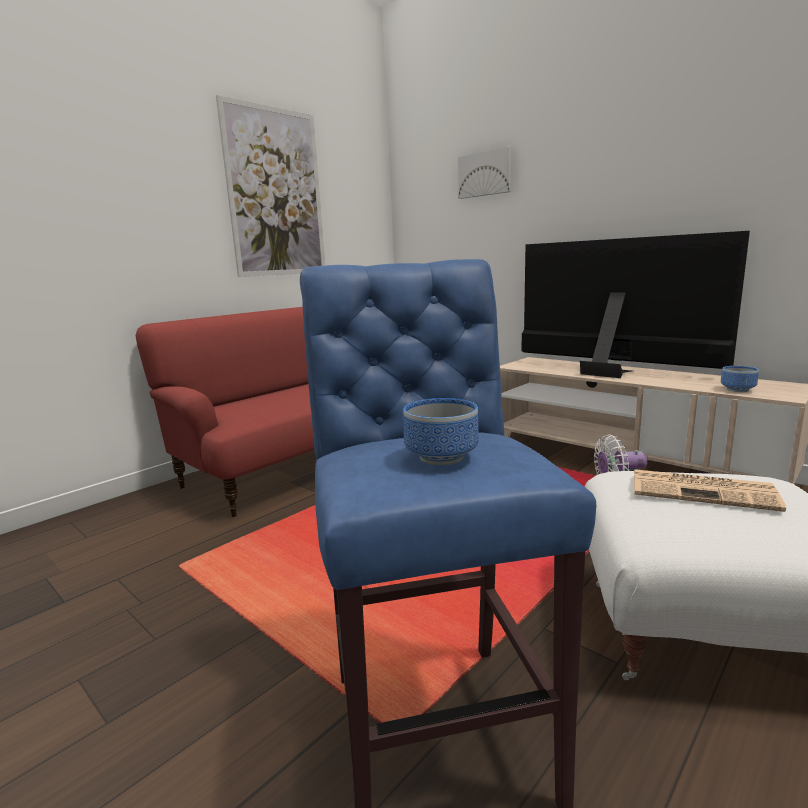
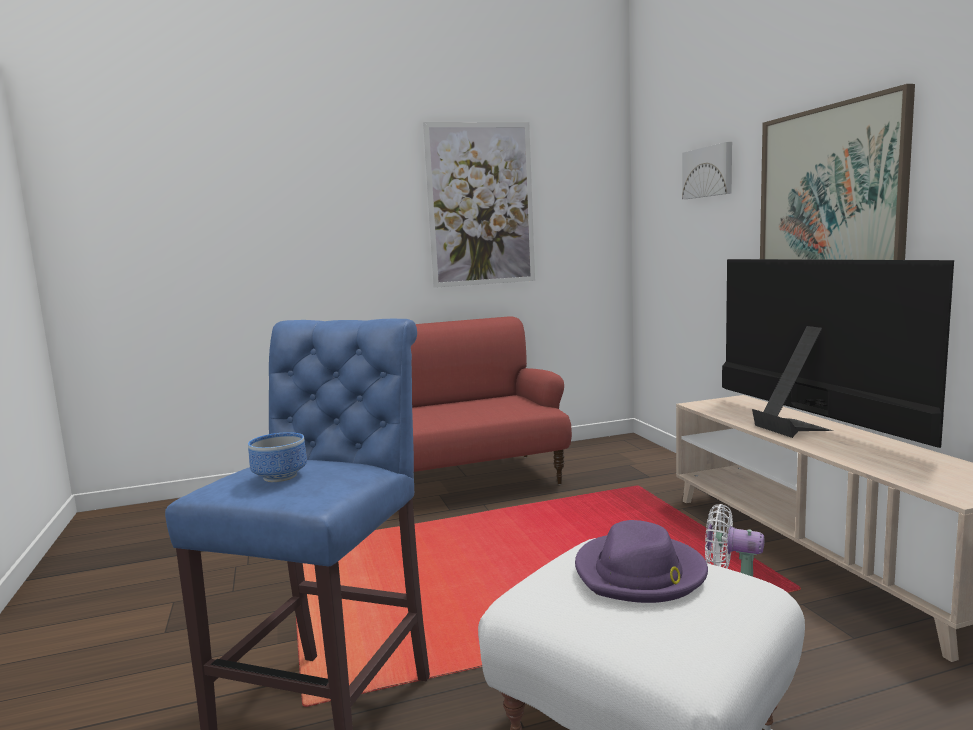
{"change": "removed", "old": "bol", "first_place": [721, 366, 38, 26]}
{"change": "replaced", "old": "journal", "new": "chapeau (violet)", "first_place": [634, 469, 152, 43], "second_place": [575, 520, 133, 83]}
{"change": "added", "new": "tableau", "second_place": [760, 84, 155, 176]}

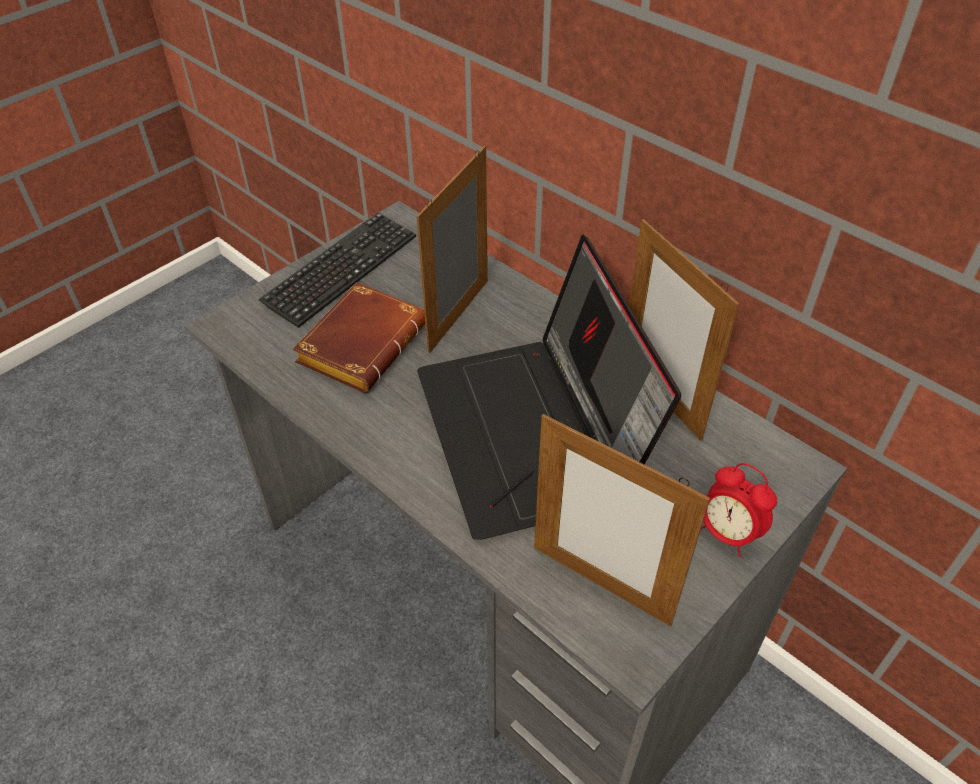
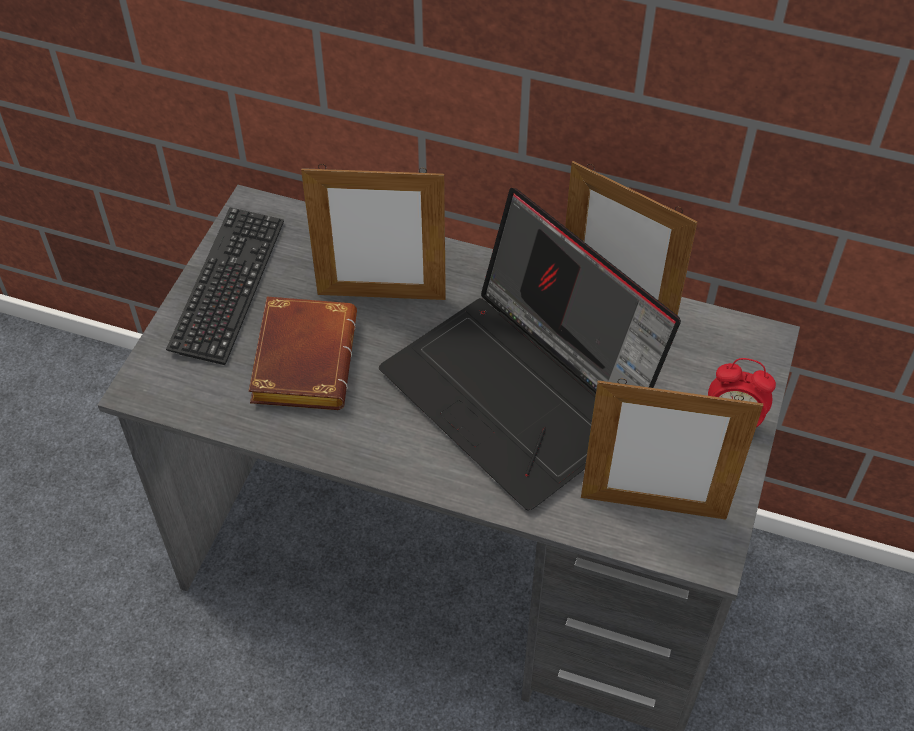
{"change": "turned", "old": "cadre photo", "first_place": [417, 146, 71, 208], "second_place": [301, 164, 145, 136], "degrees": -90}

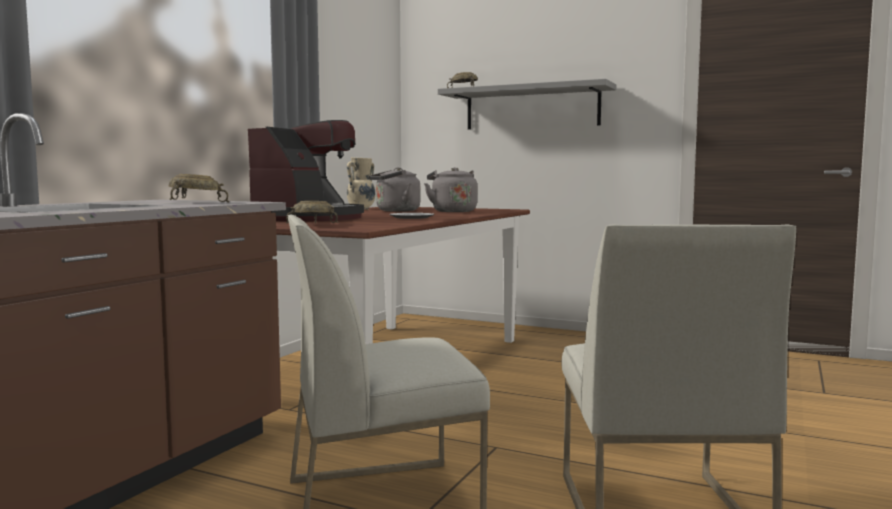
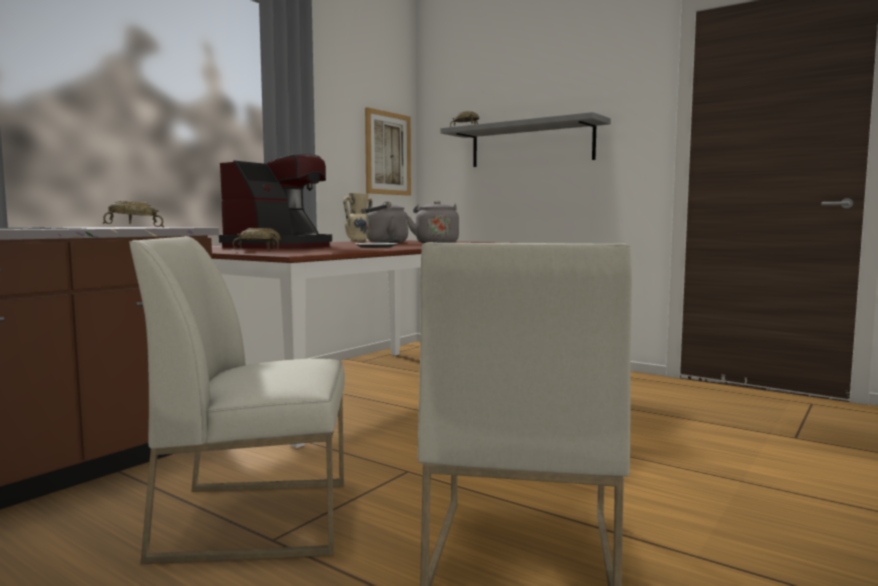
{"change": "added", "new": "tableau", "second_place": [365, 107, 46, 89]}

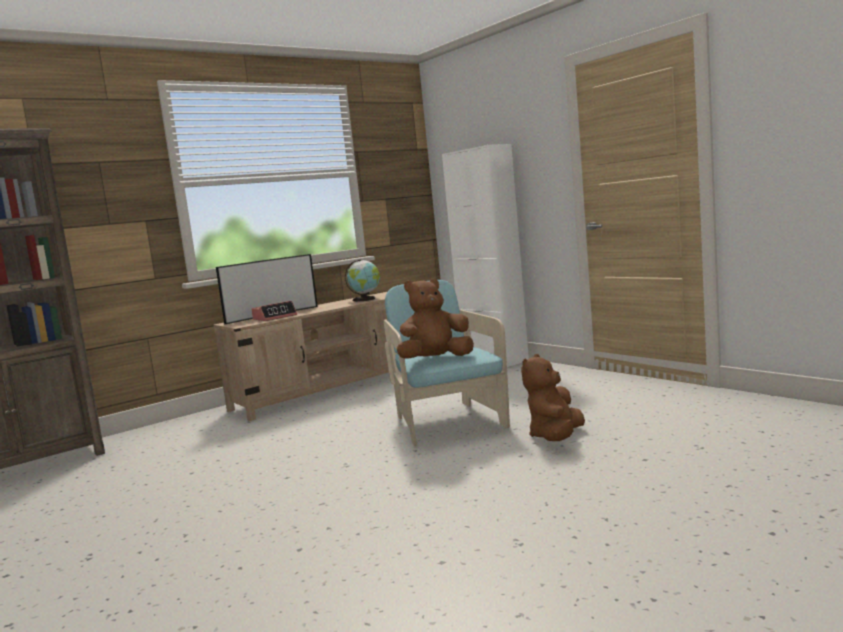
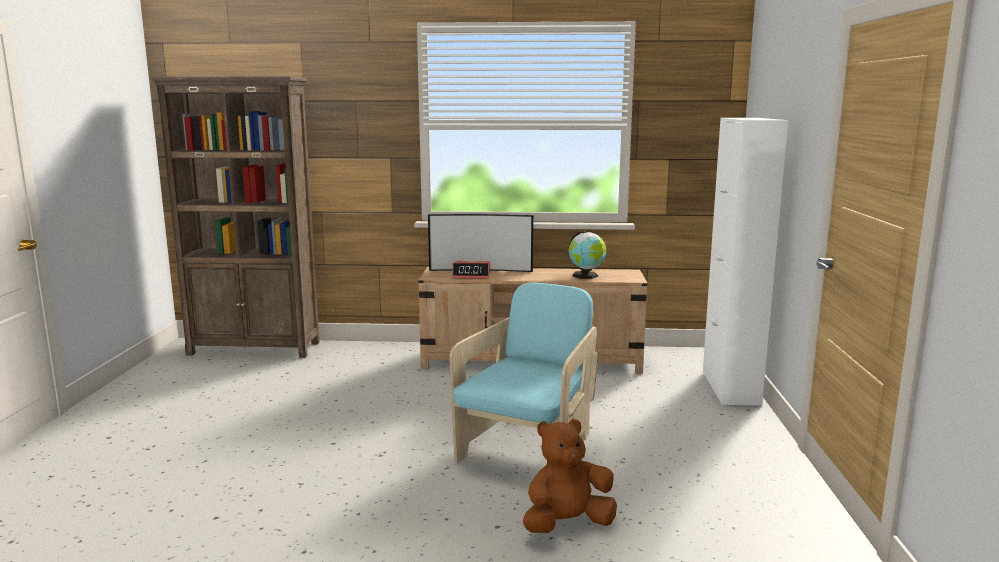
{"change": "removed", "old": "peluche (marron)", "first_place": [397, 279, 77, 80]}

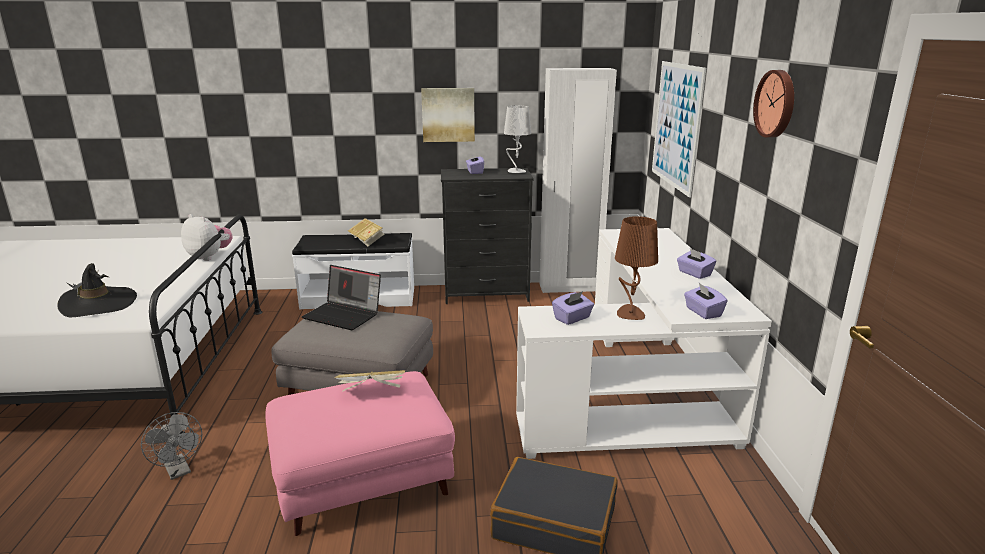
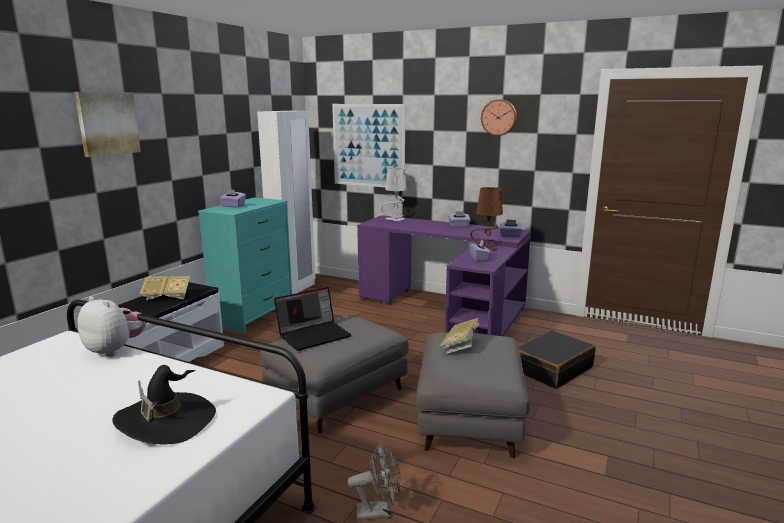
{"change": "moved", "old": "tableau", "first_place": [421, 88, 54, 54], "second_place": [75, 92, 66, 65]}
{"change": "moved", "old": "lampe de table (gris)", "first_place": [504, 105, 27, 68], "second_place": [381, 168, 26, 53]}
{"change": "recoloured", "old": "commode (noir)", "new": "commode (turquoise)", "first_place": [441, 168, 93, 136], "second_place": [198, 198, 94, 135]}
{"change": "turned", "old": "peluche", "first_place": [181, 214, 52, 47], "second_place": [78, 296, 68, 61], "degrees": 60}
{"change": "recoloured", "old": "bureau (blanc)", "new": "bureau (violet)", "first_place": [516, 228, 256, 231], "second_place": [357, 215, 174, 121]}
{"change": "recoloured", "old": "pouf (rose)", "new": "pouf (gris)", "first_place": [265, 371, 190, 165], "second_place": [416, 332, 114, 126]}

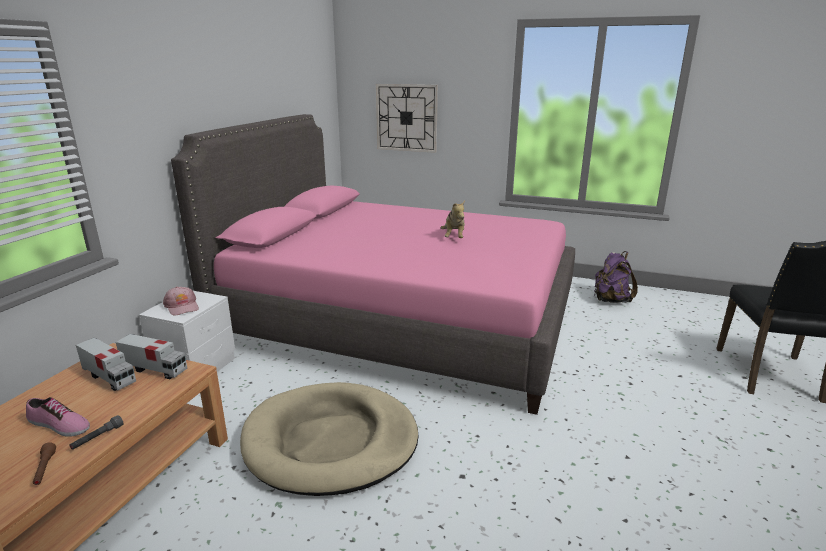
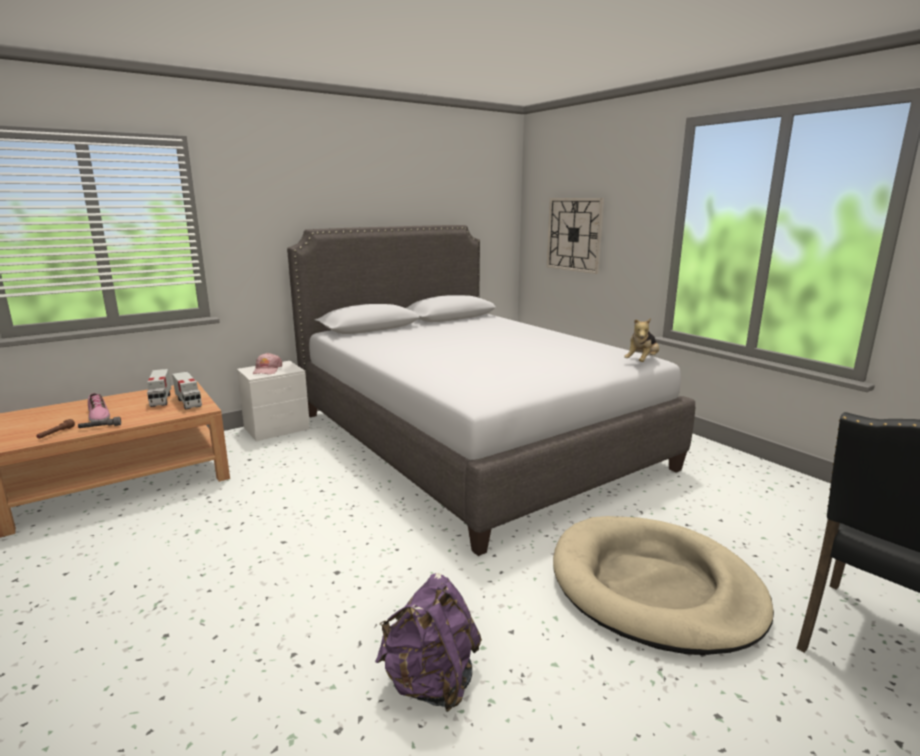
{"change": "recoloured", "old": "lit (rose)", "new": "lit (gris)", "first_place": [171, 114, 404, 301], "second_place": [287, 225, 408, 331]}
{"change": "moved", "old": "peluche", "first_place": [441, 201, 24, 37], "second_place": [624, 318, 35, 44]}
{"change": "moved", "old": "sac à dos (violet)", "first_place": [594, 251, 44, 52], "second_place": [375, 573, 107, 139]}
{"change": "moved", "old": "panier pour chien (beige)", "first_place": [240, 382, 178, 114], "second_place": [553, 516, 221, 139]}

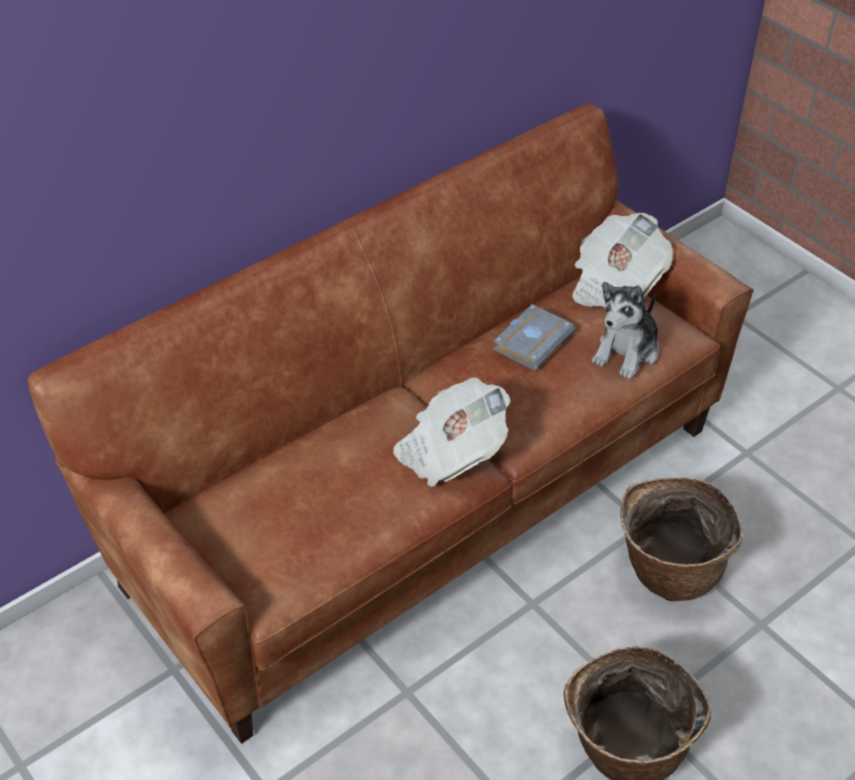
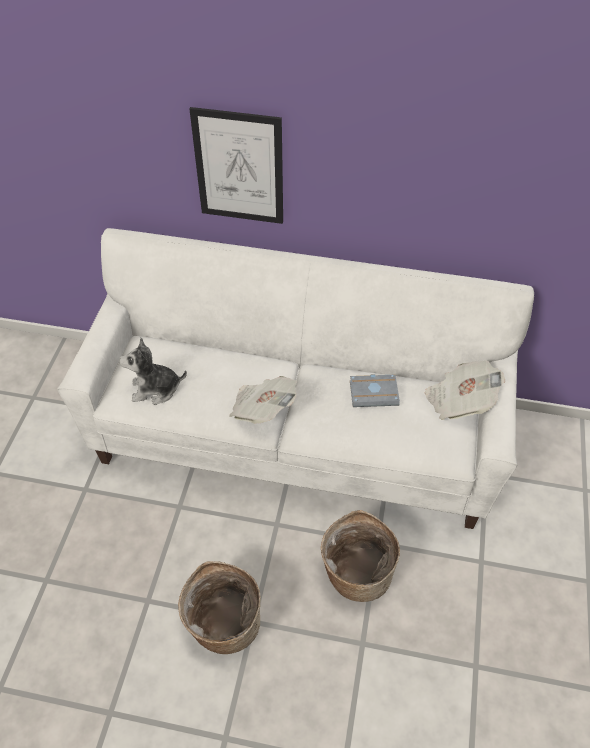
{"change": "recoloured", "old": "canapé (marron)", "new": "canapé (blanc)", "first_place": [28, 103, 725, 641], "second_place": [57, 228, 477, 301]}
{"change": "moved", "old": "peluche", "first_place": [592, 282, 67, 97], "second_place": [119, 338, 68, 67]}
{"change": "added", "new": "tableau", "second_place": [189, 107, 94, 117]}

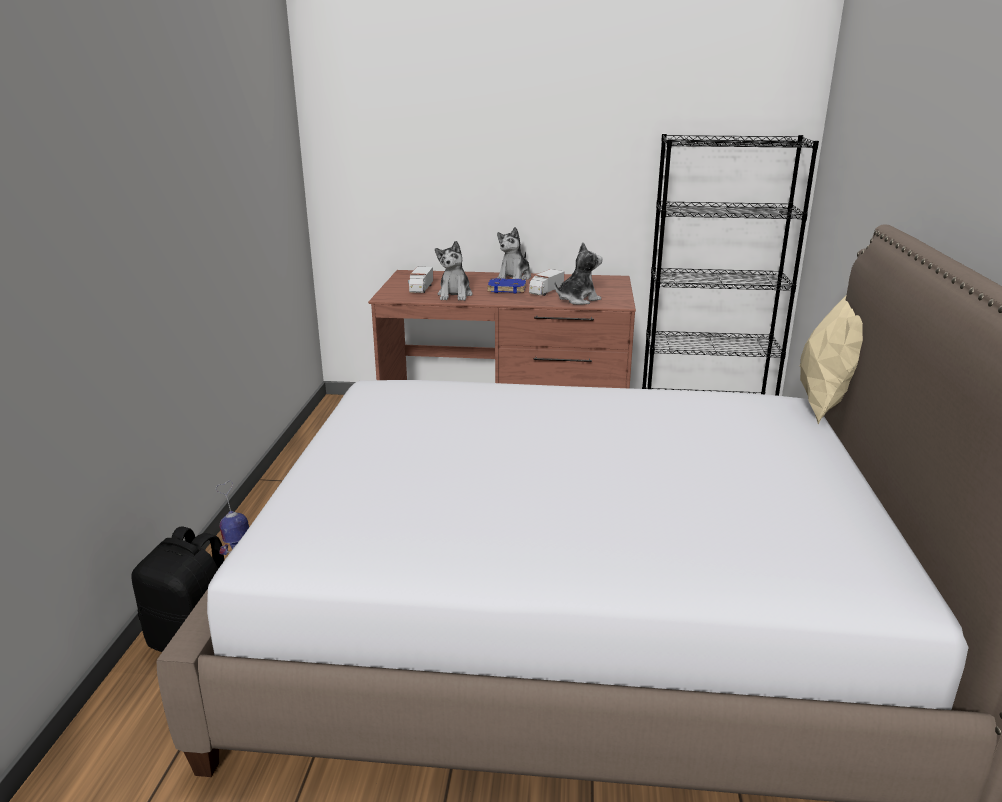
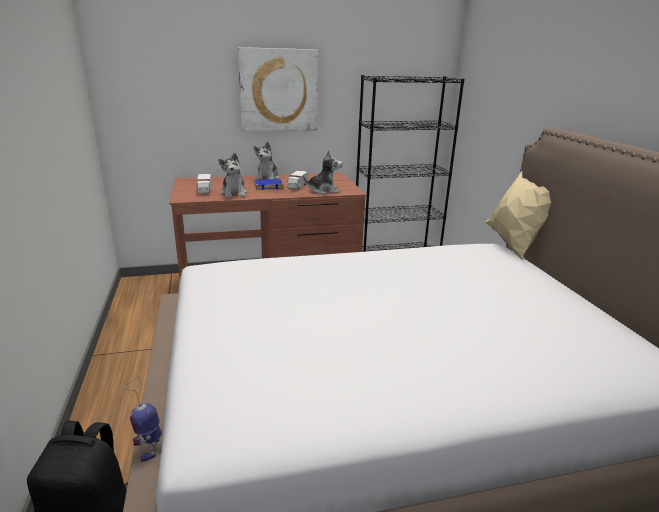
{"change": "turned", "old": "peluche", "first_place": [554, 243, 48, 62], "second_place": [303, 150, 39, 44], "degrees": 45}
{"change": "added", "new": "tableau", "second_place": [238, 47, 80, 84]}

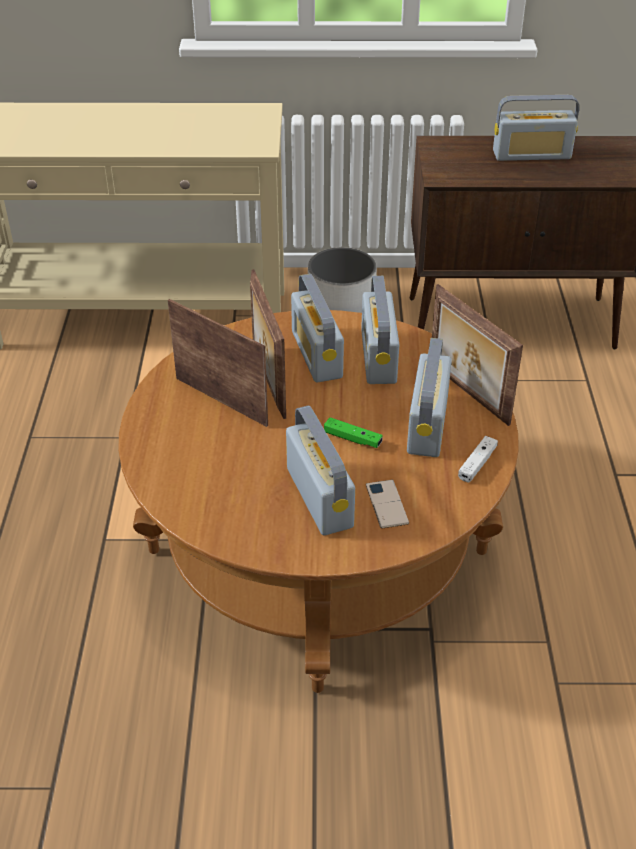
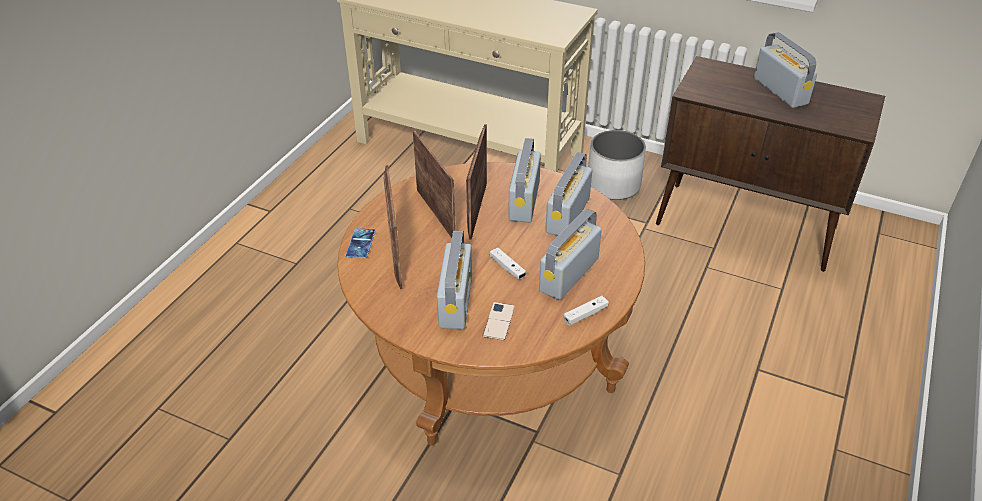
{"change": "turned", "old": "radio", "first_place": [493, 95, 86, 66], "second_place": [754, 32, 63, 76], "degrees": -135}
{"change": "moved", "old": "cadre photo", "first_place": [432, 284, 91, 142], "second_place": [384, 165, 19, 124]}
{"change": "recoloured", "old": "manette (vert)", "new": "manette (blanc)", "first_place": [324, 417, 59, 31], "second_place": [490, 247, 36, 32]}
{"change": "added", "new": "téléphone", "second_place": [346, 228, 29, 30]}

